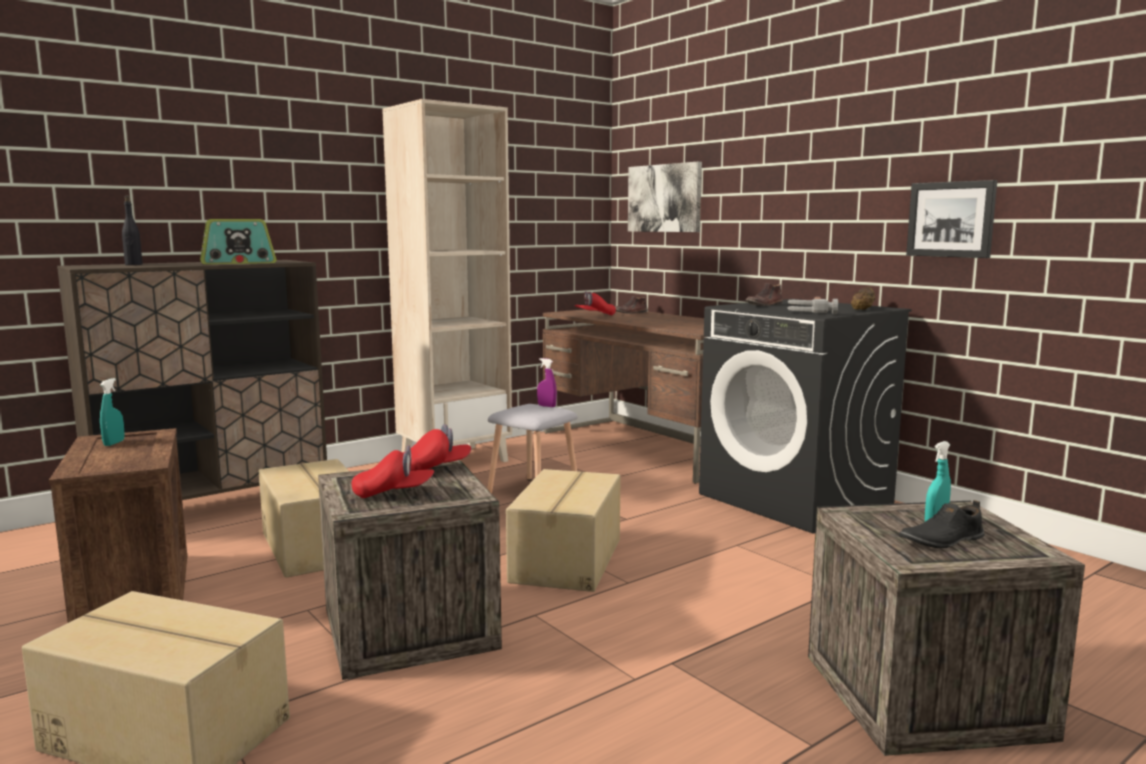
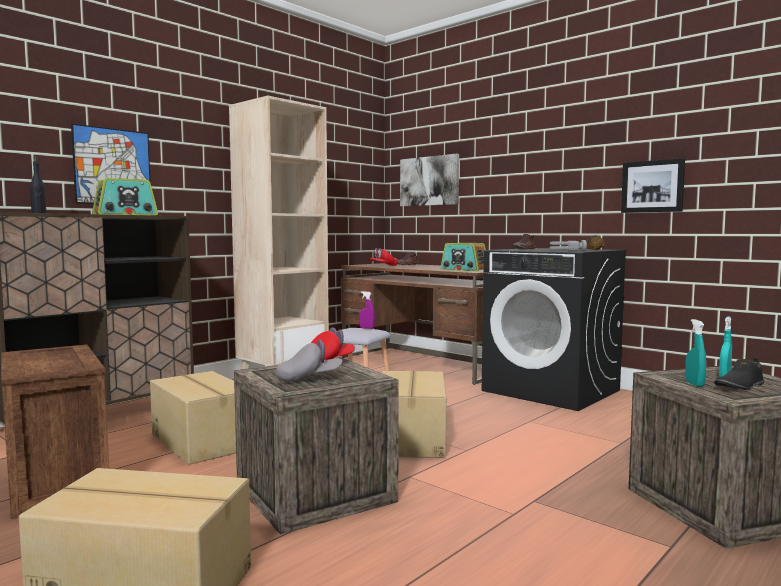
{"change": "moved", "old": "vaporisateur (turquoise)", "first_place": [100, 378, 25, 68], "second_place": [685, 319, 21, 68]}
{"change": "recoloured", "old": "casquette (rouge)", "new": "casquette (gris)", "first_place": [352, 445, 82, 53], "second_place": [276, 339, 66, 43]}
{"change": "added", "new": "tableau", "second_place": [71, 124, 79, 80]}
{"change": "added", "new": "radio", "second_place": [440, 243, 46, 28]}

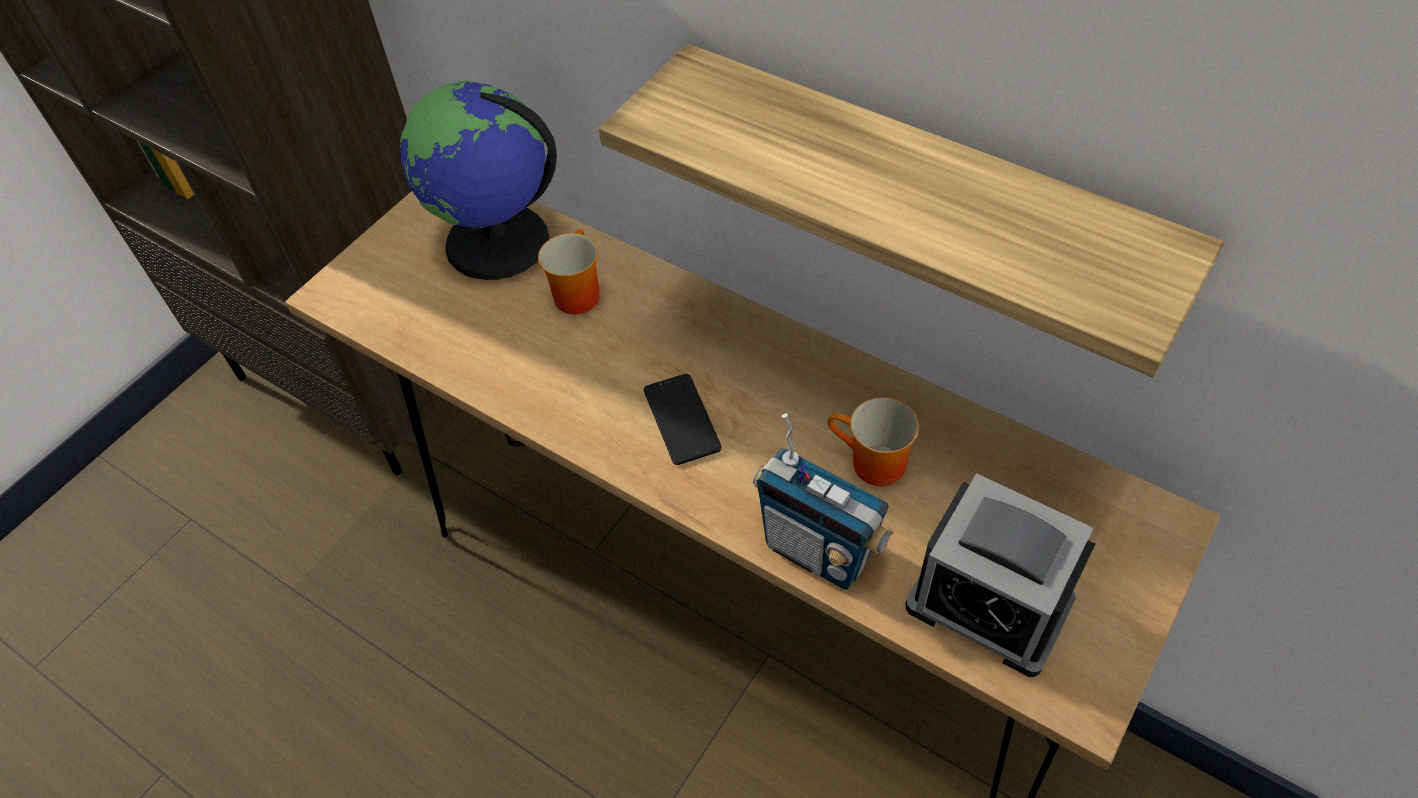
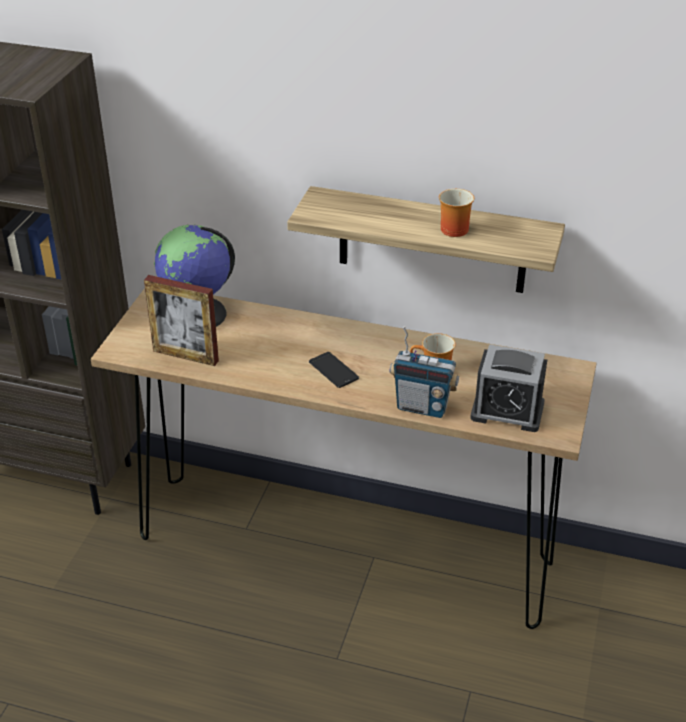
{"change": "moved", "old": "mug", "first_place": [538, 229, 62, 86], "second_place": [439, 189, 35, 48]}
{"change": "added", "new": "cadre photo", "second_place": [144, 275, 75, 91]}

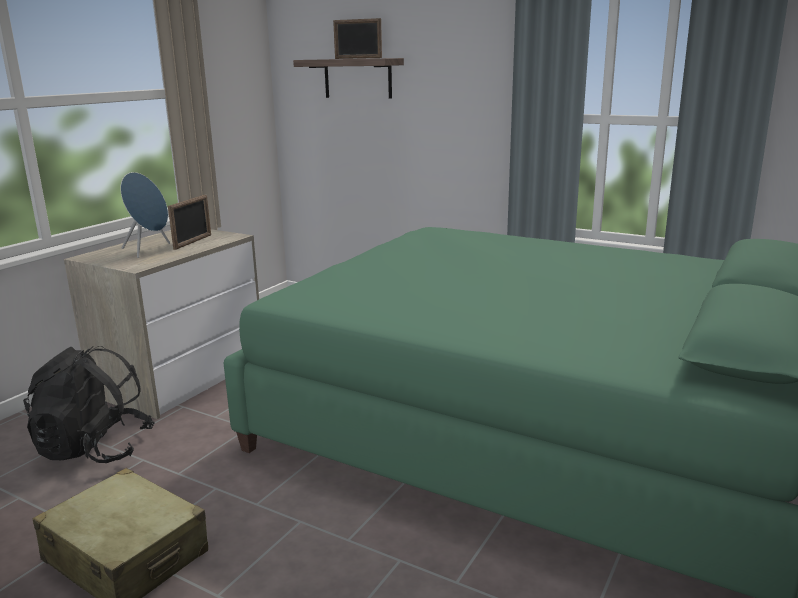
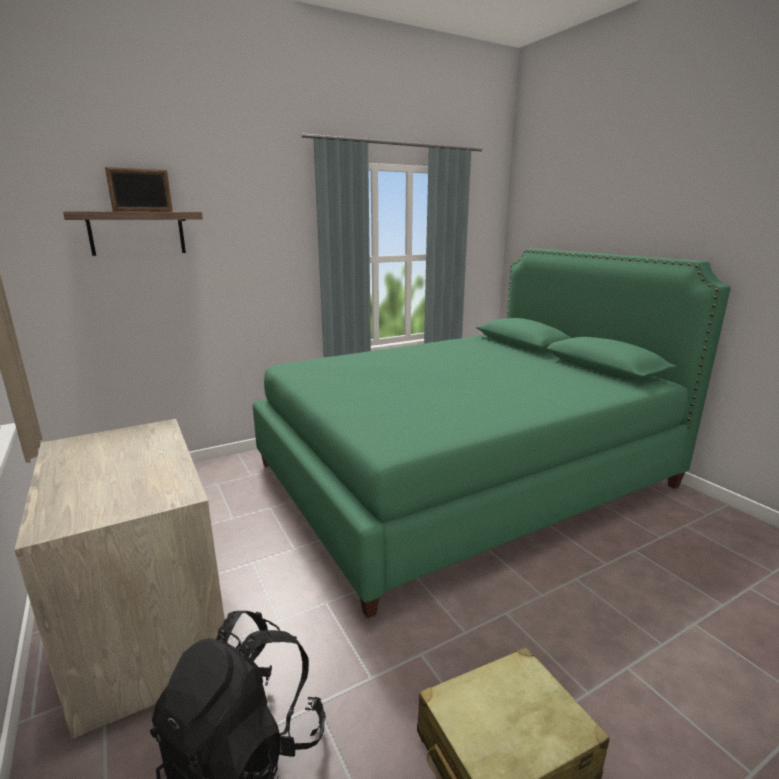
{"change": "removed", "old": "enceinte (bleu)", "first_place": [120, 172, 50, 86]}
{"change": "removed", "old": "cadre photo", "first_place": [168, 195, 43, 55]}

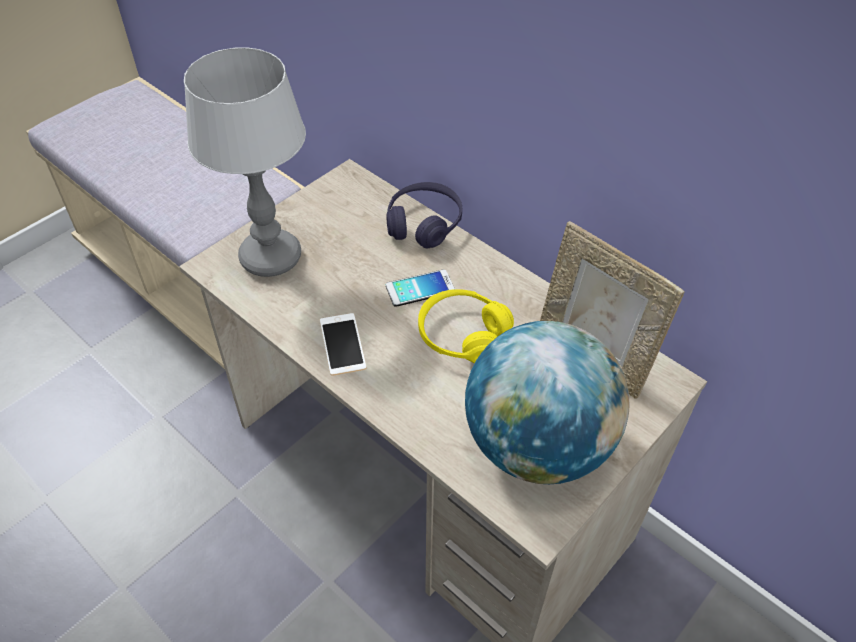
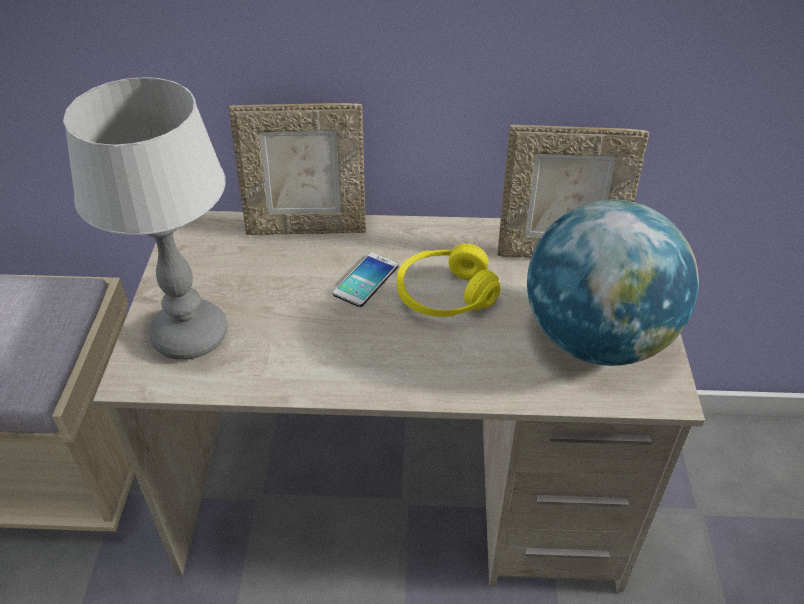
{"change": "replaced", "old": "casque audio (violet)", "new": "cadre photo", "first_place": [386, 182, 76, 66], "second_place": [229, 103, 137, 132]}
{"change": "removed", "old": "téléphone", "first_place": [320, 313, 47, 63]}

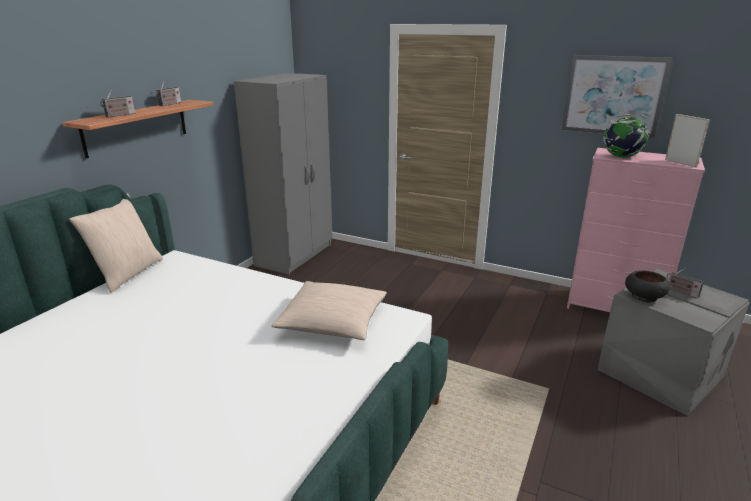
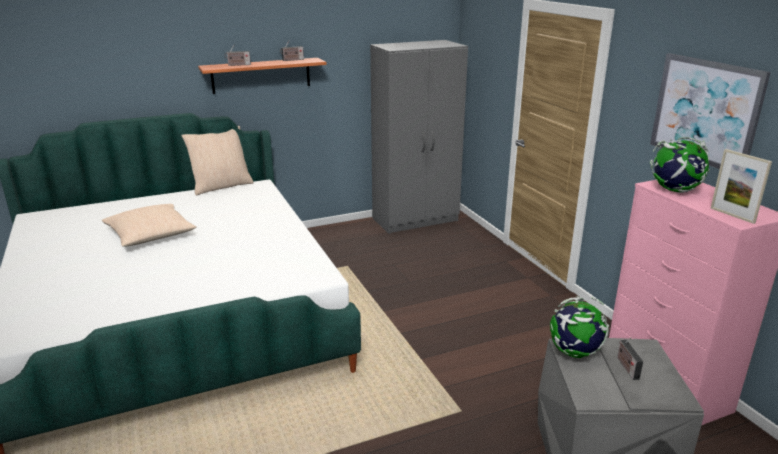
{"change": "turned", "old": "cadre photo", "first_place": [665, 114, 45, 54], "second_place": [711, 149, 61, 75], "degrees": 135}
{"change": "replaced", "old": "bol (noir)", "new": "globe", "first_place": [625, 270, 45, 32], "second_place": [550, 296, 59, 62]}
{"change": "moved", "old": "coussin (beige)", "first_place": [271, 281, 116, 59], "second_place": [102, 204, 95, 43]}

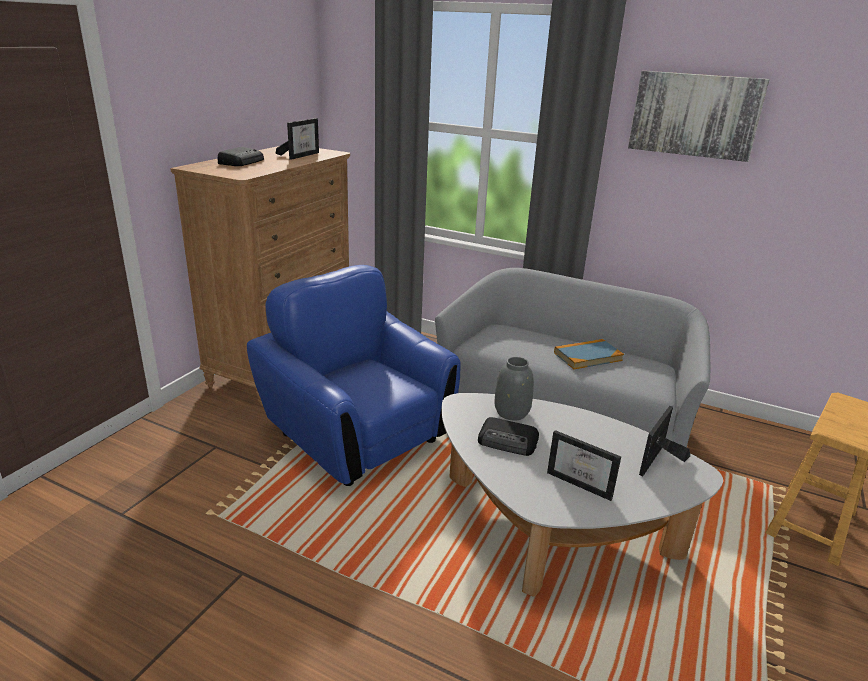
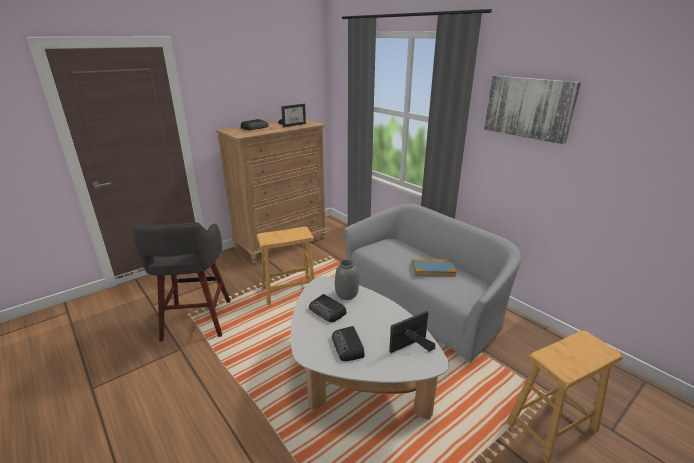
{"change": "replaced", "old": "fauteuil (bleu)", "new": "tabouret (marron)", "first_place": [247, 265, 214, 221], "second_place": [256, 227, 59, 78]}
{"change": "replaced", "old": "cadre photo", "new": "radio", "first_place": [547, 430, 74, 71], "second_place": [332, 326, 32, 35]}
{"change": "added", "new": "tabouret (gris)", "second_place": [132, 222, 99, 120]}

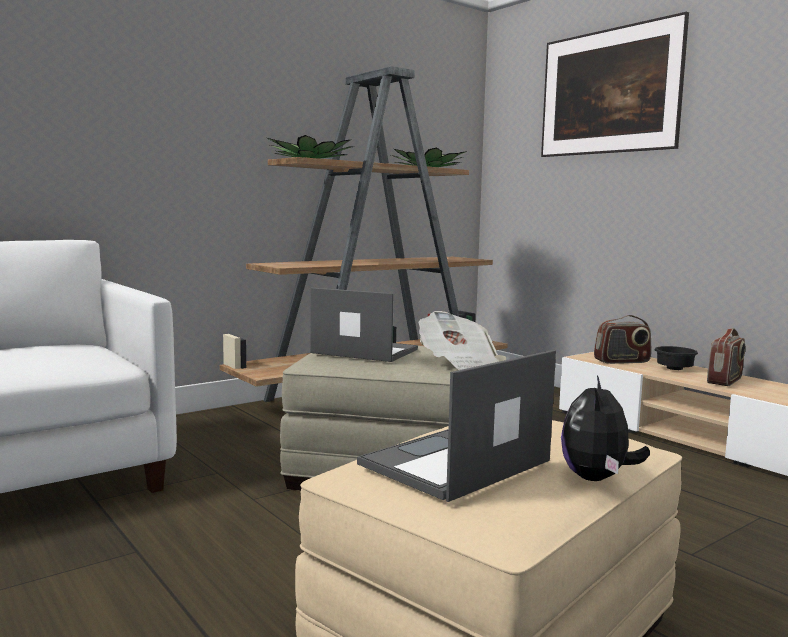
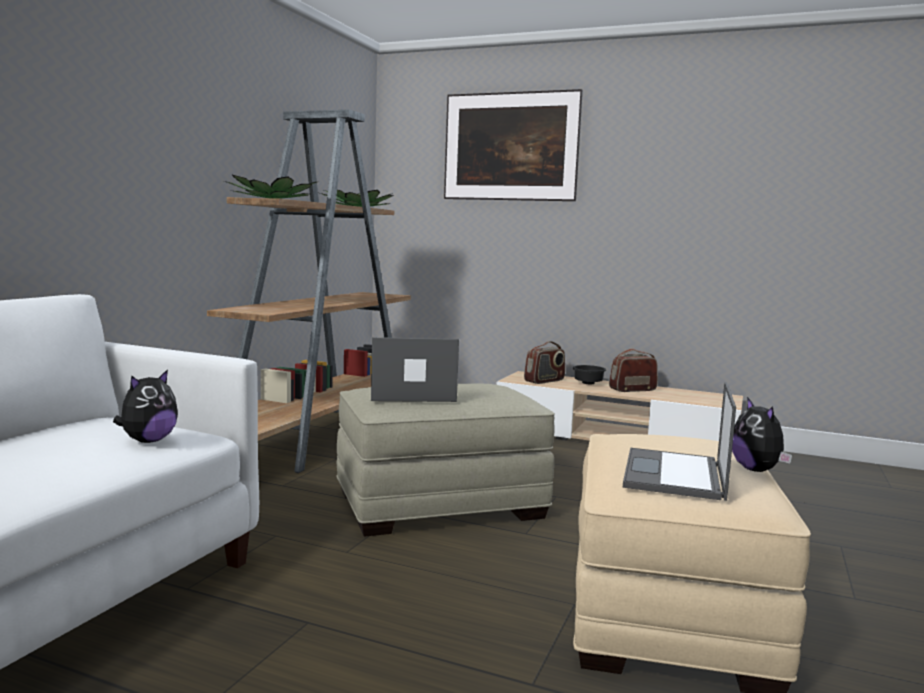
{"change": "removed", "old": "journal", "first_place": [418, 311, 81, 59]}
{"change": "turned", "old": "radio", "first_place": [707, 328, 38, 58], "second_place": [609, 348, 49, 44], "degrees": -120}
{"change": "added", "new": "peluche", "second_place": [113, 369, 65, 74]}

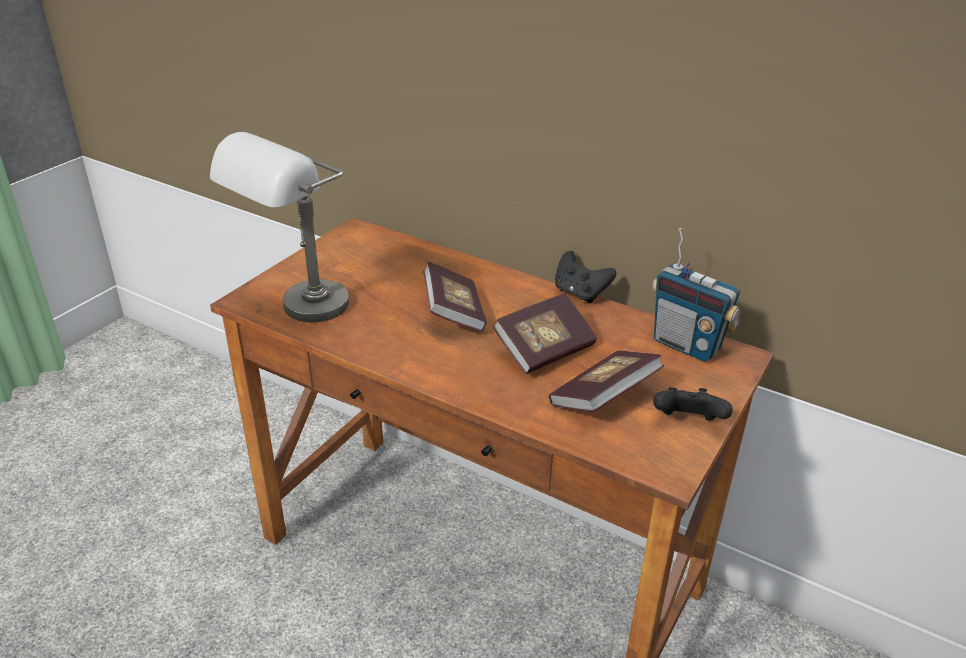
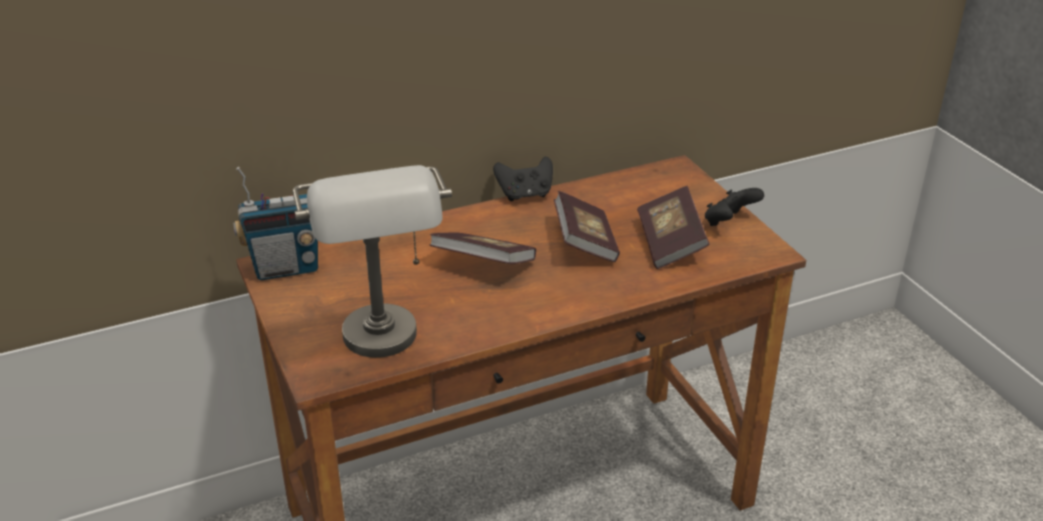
{"change": "moved", "old": "radio", "first_place": [652, 228, 88, 134], "second_place": [233, 167, 85, 113]}

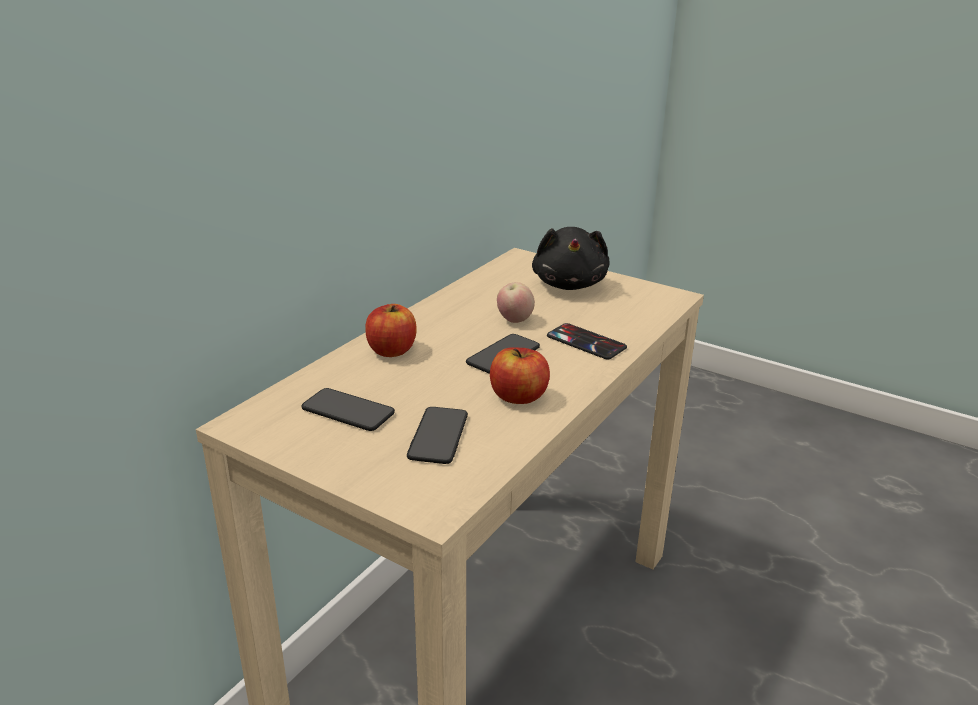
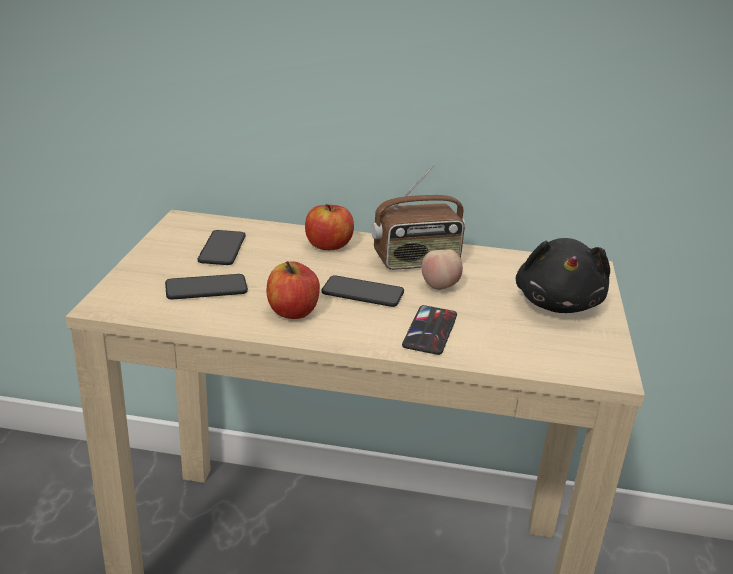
{"change": "turned", "old": "peluche (noir)", "first_place": [532, 227, 78, 63], "second_place": [516, 238, 94, 75], "degrees": -60}
{"change": "added", "new": "radio", "second_place": [371, 165, 94, 105]}

